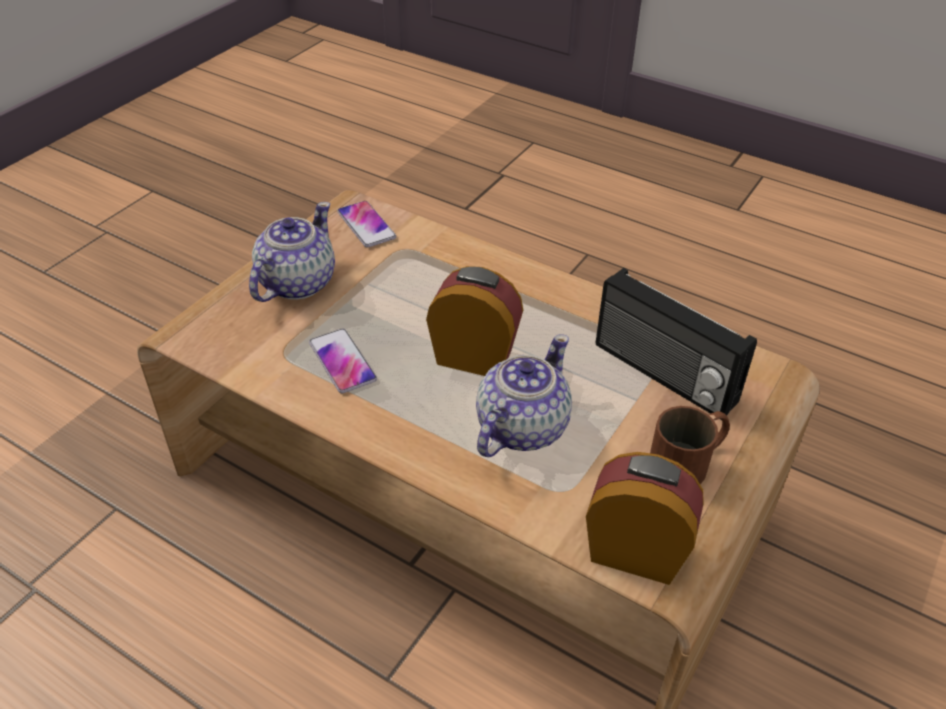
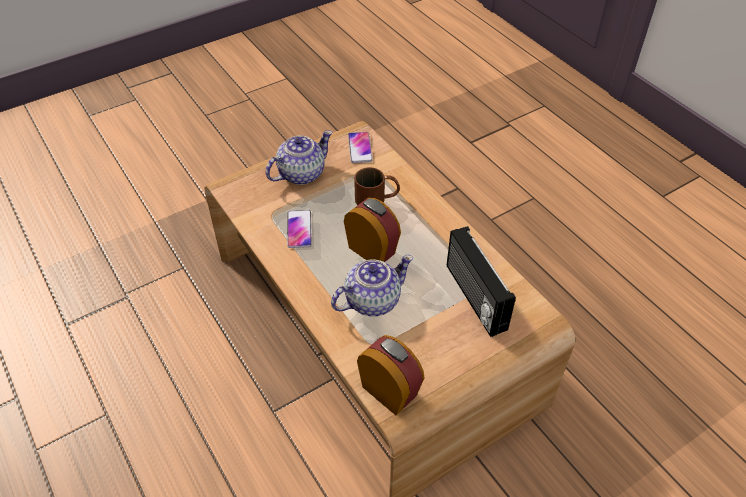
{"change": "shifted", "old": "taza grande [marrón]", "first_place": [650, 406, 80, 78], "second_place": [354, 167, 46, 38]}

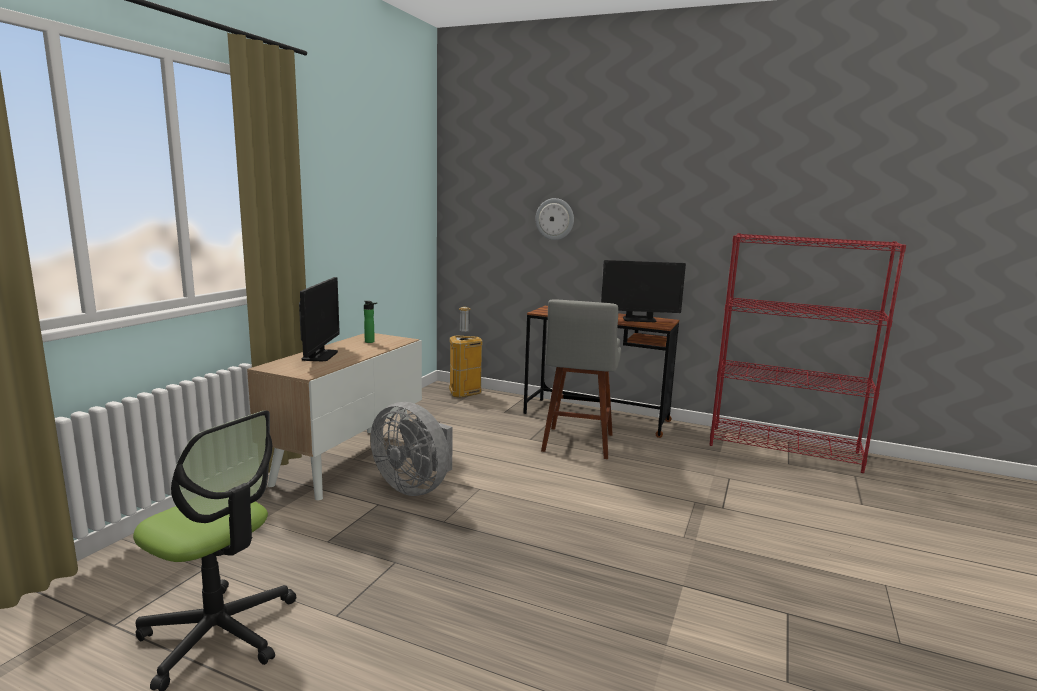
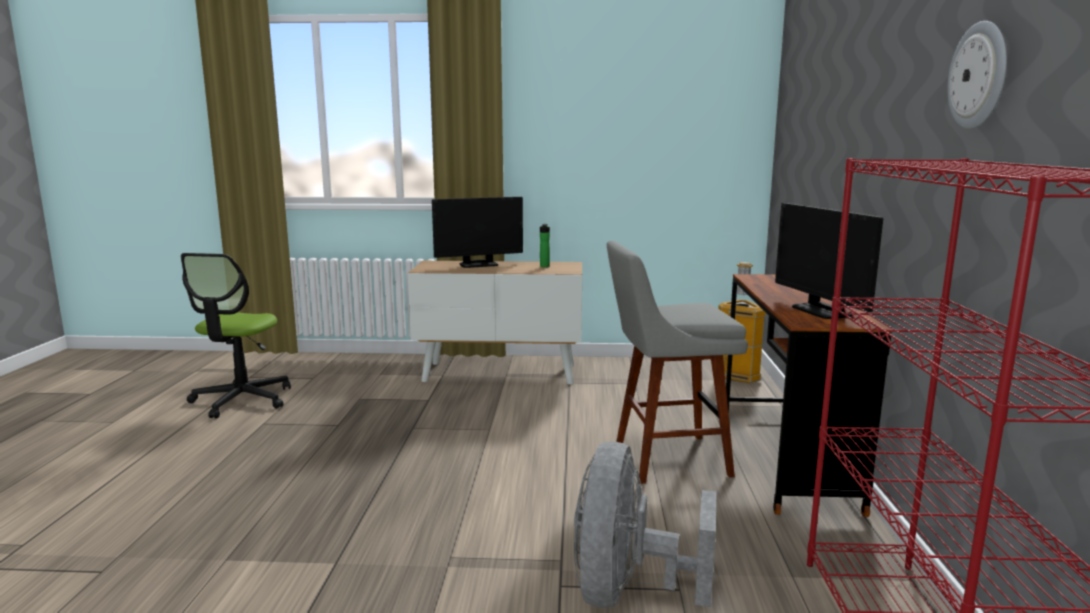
{"change": "shifted", "old": "ventilador [gris]", "first_place": [370, 402, 83, 94], "second_place": [574, 442, 143, 166]}
{"change": "shifted", "old": "reloj de pared", "first_place": [535, 198, 39, 42], "second_place": [948, 21, 59, 108]}

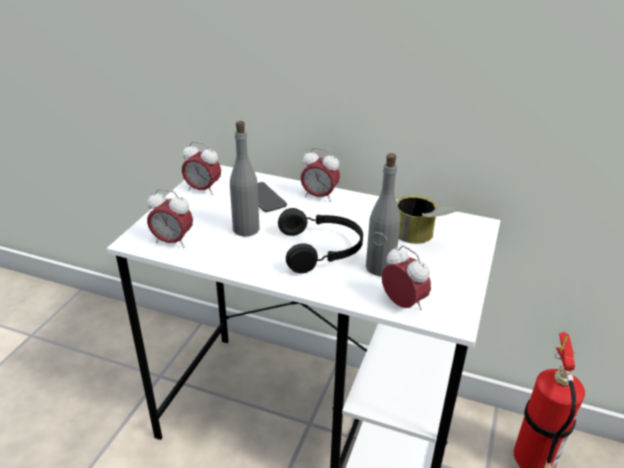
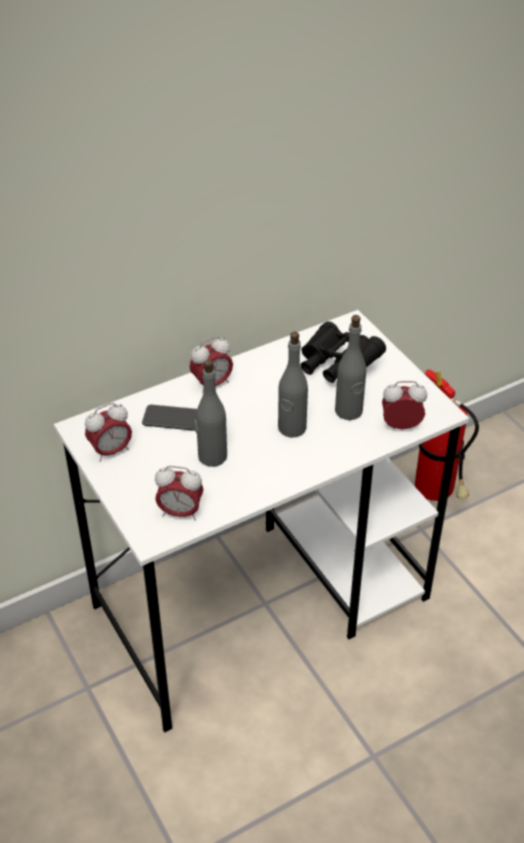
{"change": "rotated", "old": "despertador", "first_place": [147, 189, 46, 59], "second_place": [155, 466, 48, 54], "degrees": 45}
{"change": "swapped", "old": "auriculares [negro]", "new": "botella [gris]", "first_place": [278, 208, 85, 65], "second_place": [278, 332, 30, 106]}
{"change": "swapped", "old": "lata", "new": "prismáticos [negro]", "first_place": [397, 195, 63, 49], "second_place": [301, 321, 85, 62]}

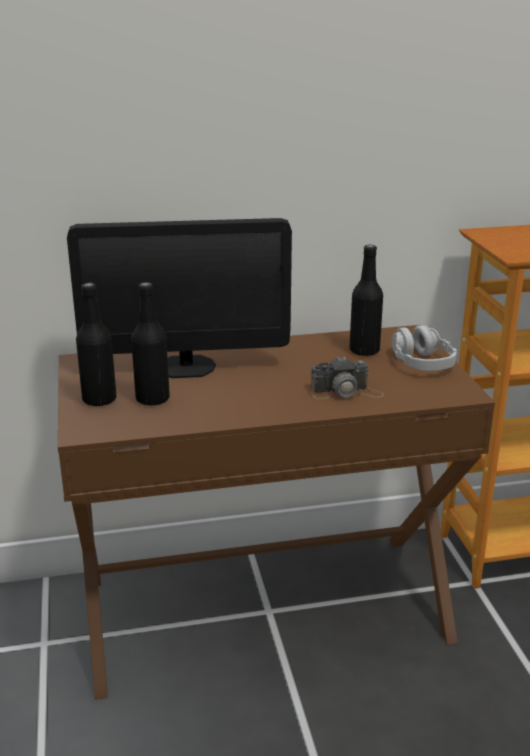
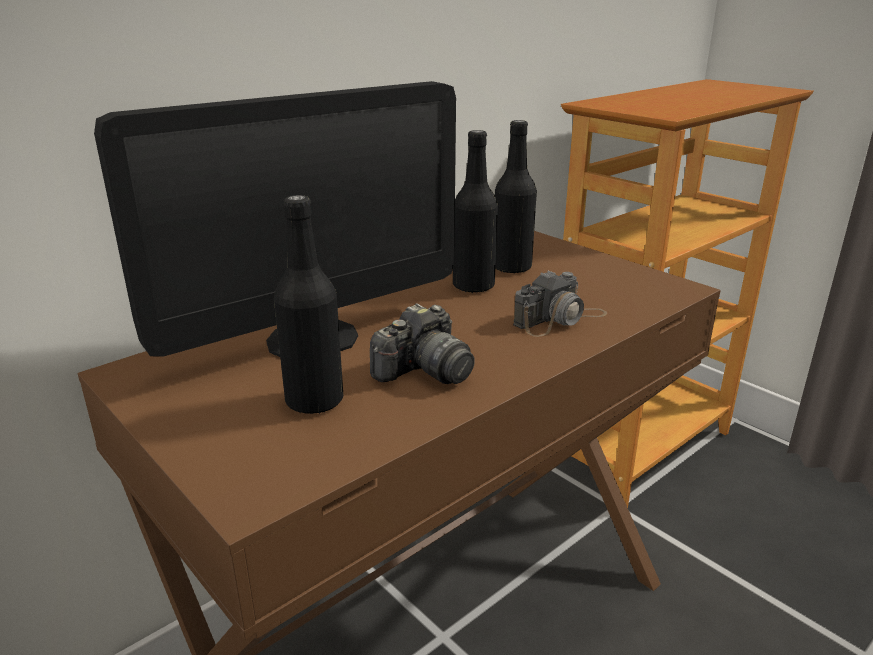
{"change": "shifted", "old": "botella [negro]", "first_place": [76, 283, 40, 124], "second_place": [453, 130, 45, 164]}
{"change": "gone", "old": "auriculares [gris]", "first_place": [392, 325, 65, 46]}
{"change": "new", "new": "cámara", "second_place": [370, 304, 105, 80]}

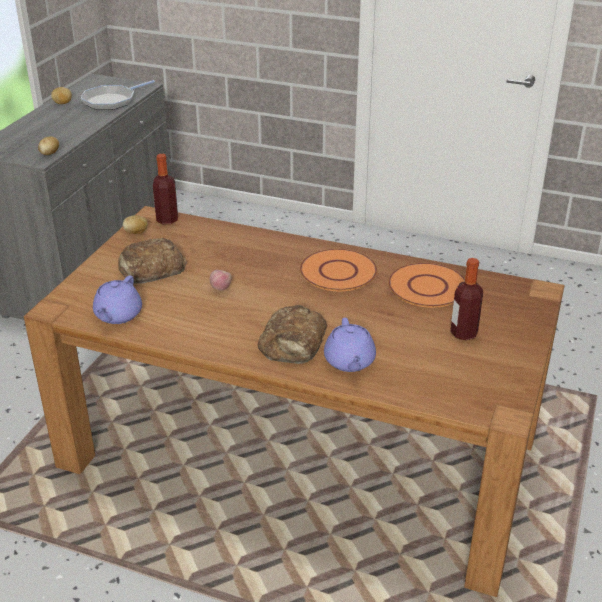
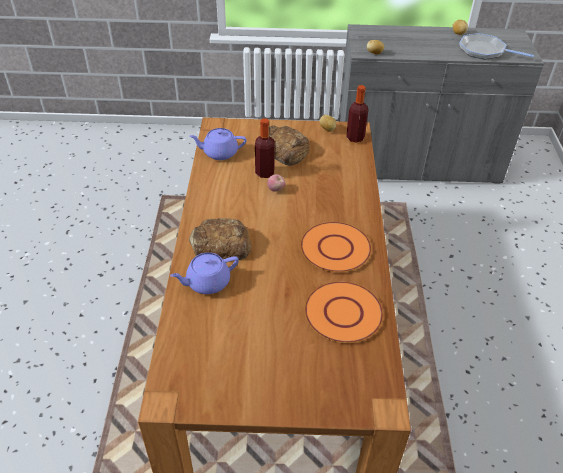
{"change": "shifted", "old": "botella", "first_place": [450, 258, 33, 82], "second_place": [255, 118, 20, 60]}

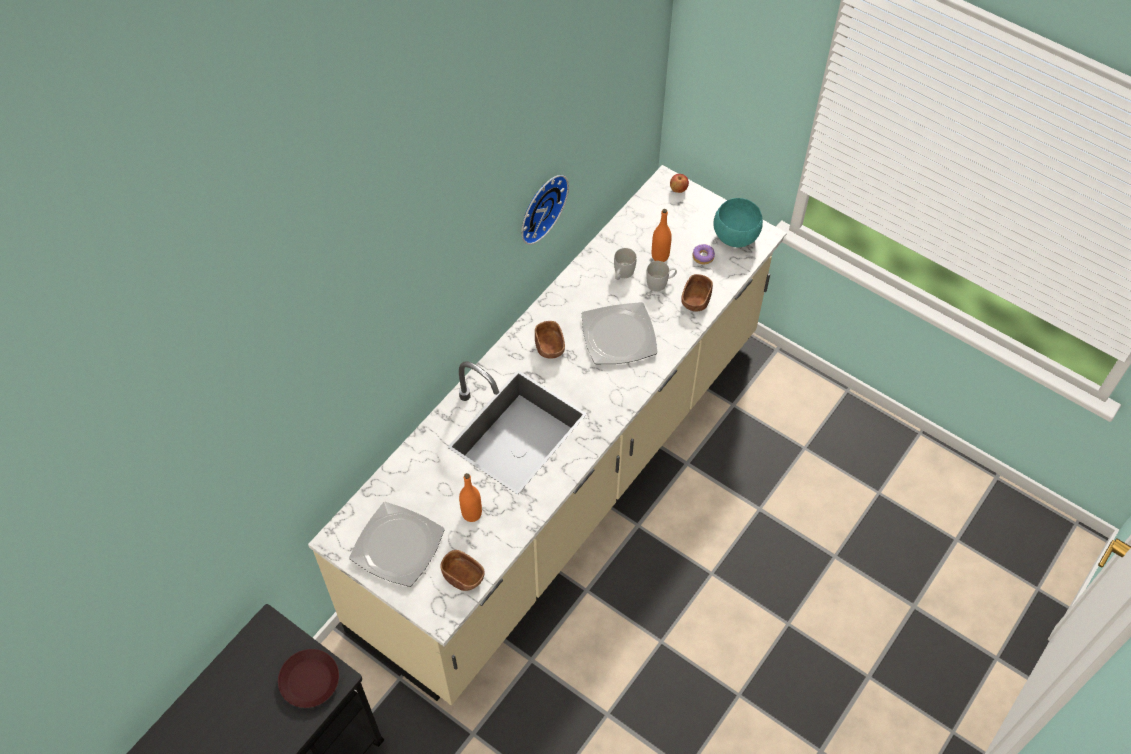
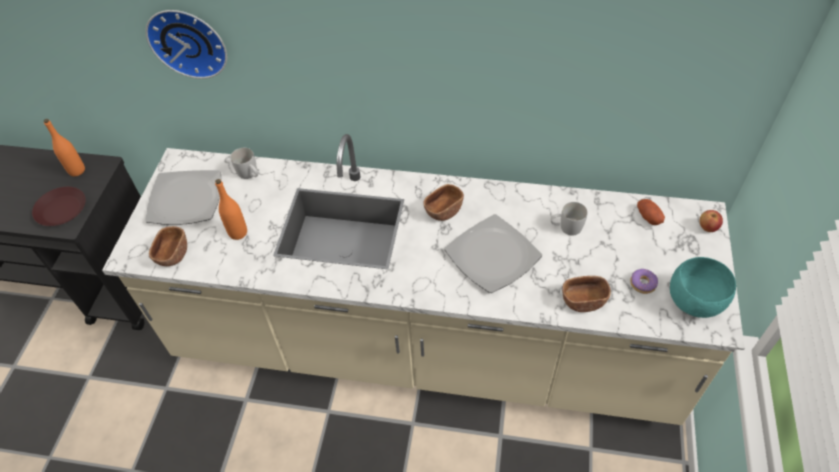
{"change": "shifted", "old": "reloj de pared", "first_place": [521, 175, 48, 70], "second_place": [146, 10, 81, 69]}
{"change": "shifted", "old": "taza grande [blanco]", "first_place": [646, 261, 31, 30], "second_place": [230, 148, 28, 31]}
{"change": "shifted", "old": "botella [naranja]", "first_place": [652, 209, 20, 53], "second_place": [44, 119, 41, 57]}
{"change": "new", "new": "patata", "second_place": [637, 199, 28, 26]}

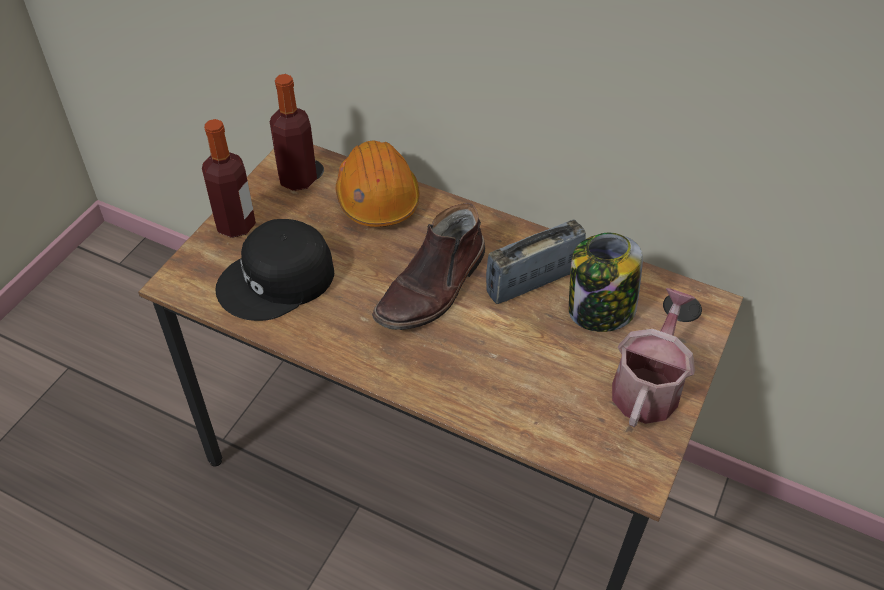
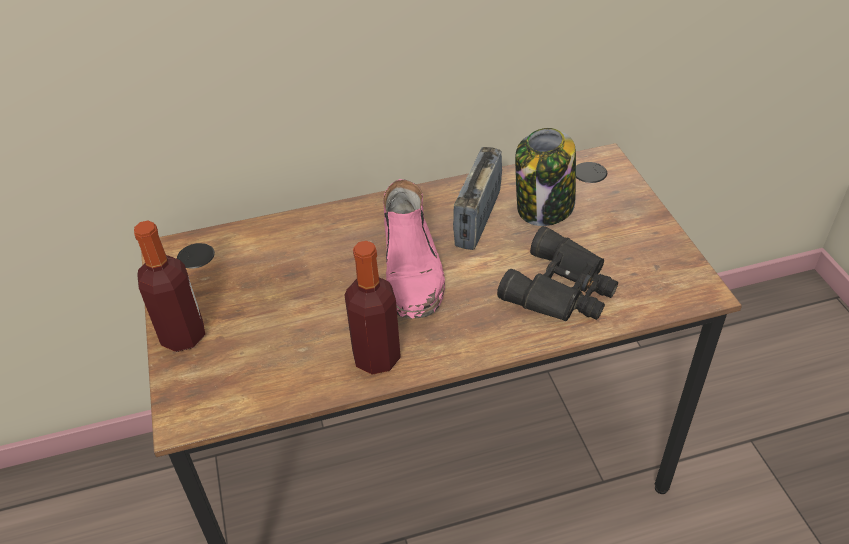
{"change": "gone", "old": "gorra [negro]", "first_place": [215, 219, 119, 102]}
{"change": "shifted", "old": "botella", "first_place": [270, 74, 47, 117], "second_place": [344, 241, 57, 134]}
{"change": "gone", "old": "casco [naranja]", "first_place": [336, 140, 84, 87]}
{"change": "repainted", "old": "bota [marrón]", "new": "bota [rosa]", "first_place": [372, 203, 113, 127], "second_place": [383, 179, 62, 140]}
{"change": "gone", "old": "regadera", "first_place": [612, 288, 84, 139]}
{"change": "new", "new": "prismáticos [negro]", "second_place": [497, 226, 121, 95]}

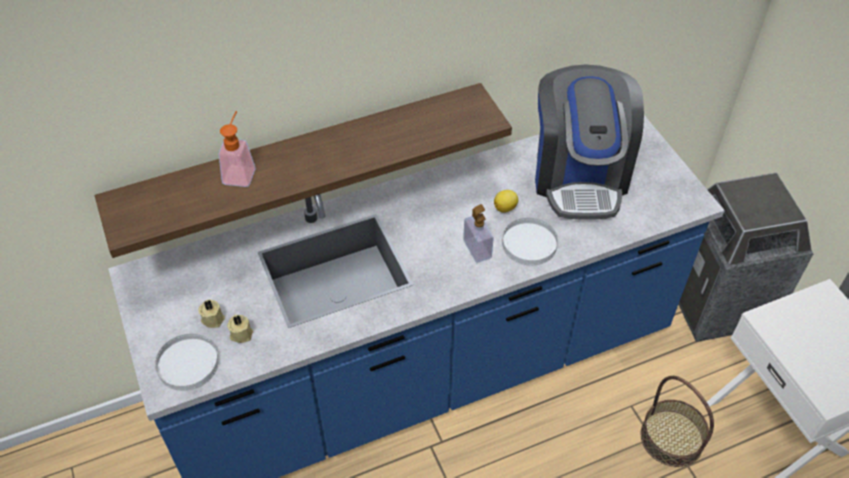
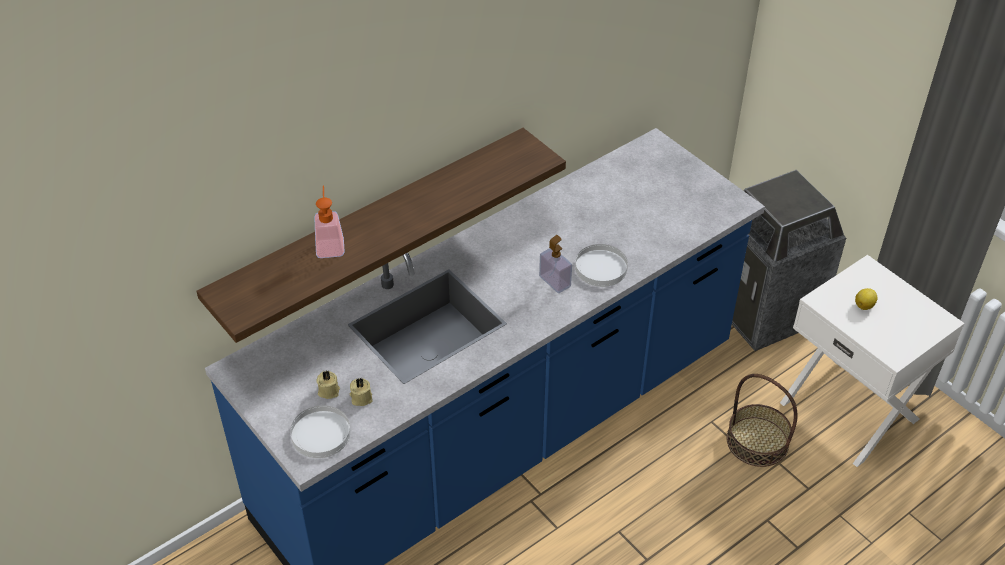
{"change": "shifted", "old": "limón", "first_place": [494, 190, 24, 23], "second_place": [855, 288, 23, 22]}
{"change": "gone", "old": "cafetera", "first_place": [535, 64, 109, 156]}

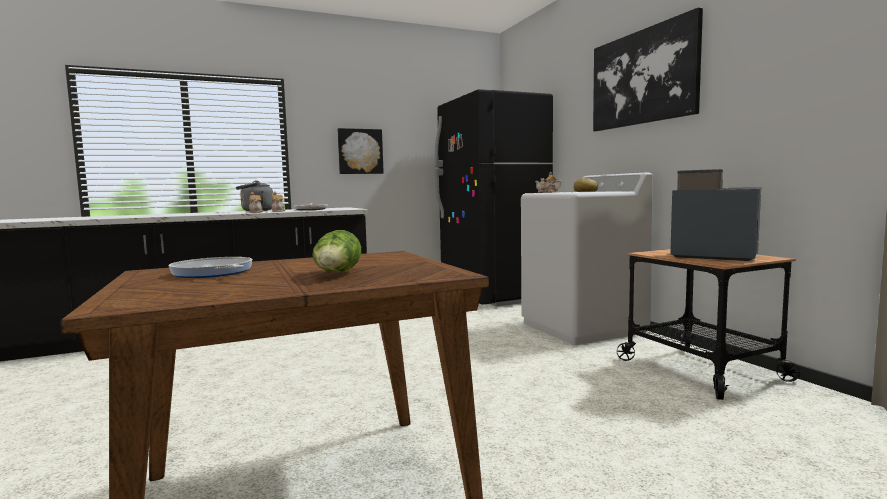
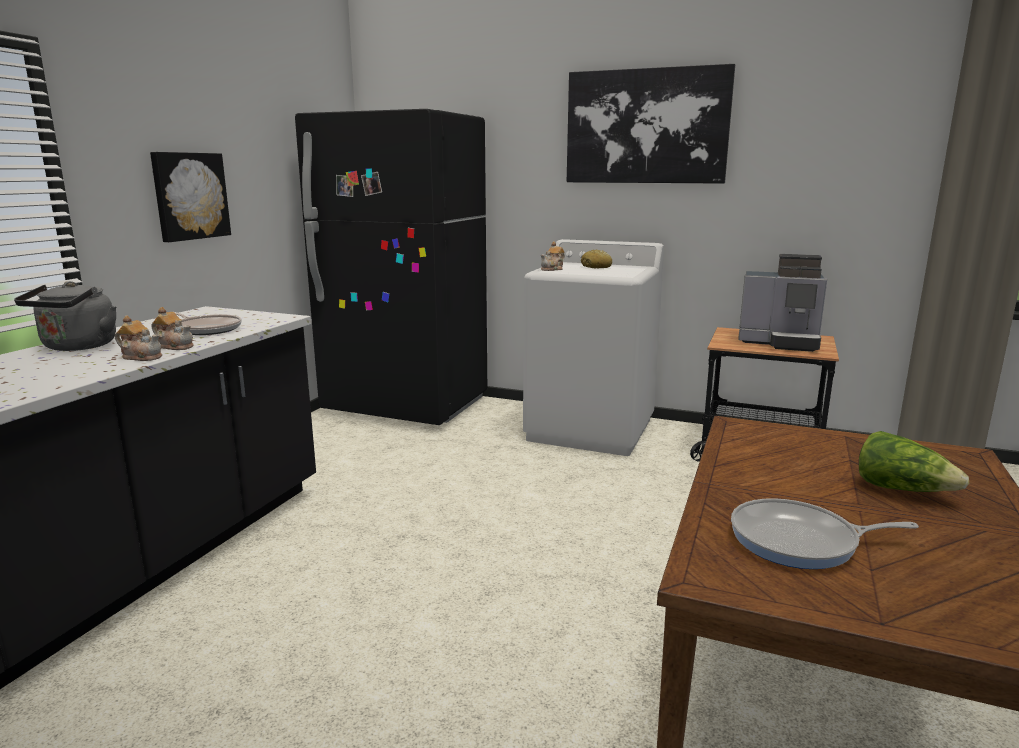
{"change": "rotated", "old": "cafetera", "first_place": [670, 169, 91, 92], "second_place": [738, 254, 89, 98], "degrees": -150}

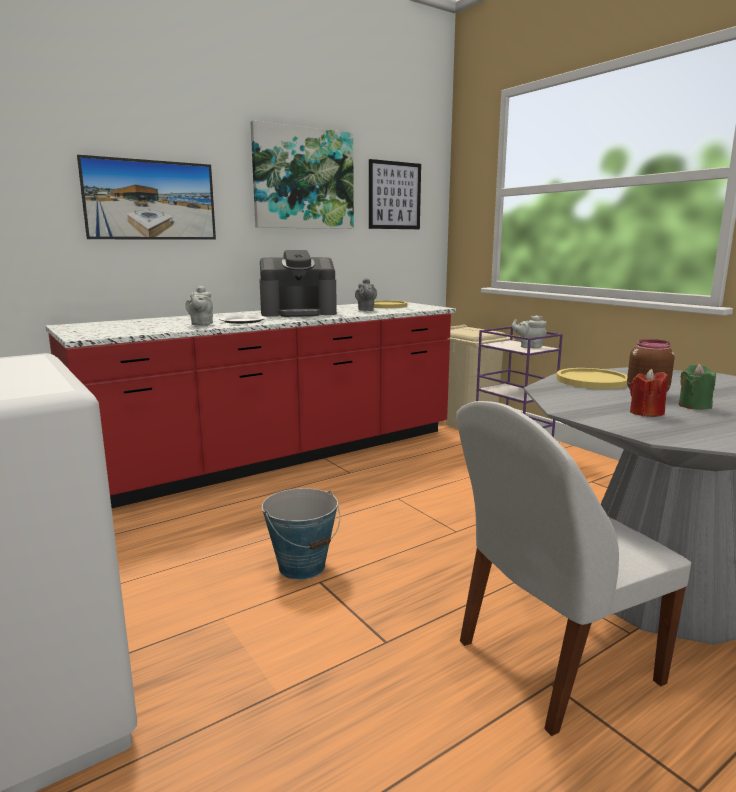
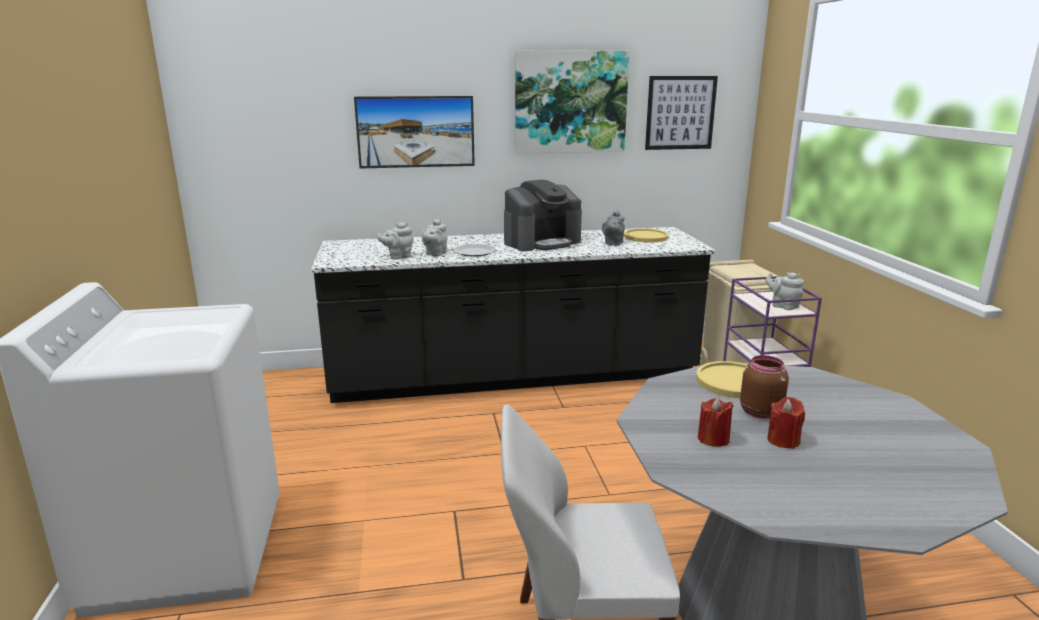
{"change": "repainted", "old": "mueble bajo de cocina [rojo]", "new": "mueble bajo de cocina [negro]", "first_place": [45, 302, 411, 206], "second_place": [311, 227, 404, 176]}
{"change": "rotated", "old": "cafetera", "first_place": [259, 250, 78, 67], "second_place": [504, 180, 78, 71], "degrees": -45}
{"change": "gone", "old": "cubo", "first_place": [262, 488, 78, 92]}
{"change": "repainted", "old": "vela [verde]", "new": "vela [rojo]", "first_place": [679, 364, 37, 46], "second_place": [767, 397, 38, 52]}
{"change": "new", "new": "tetera [gris]", "second_place": [377, 222, 36, 38]}

